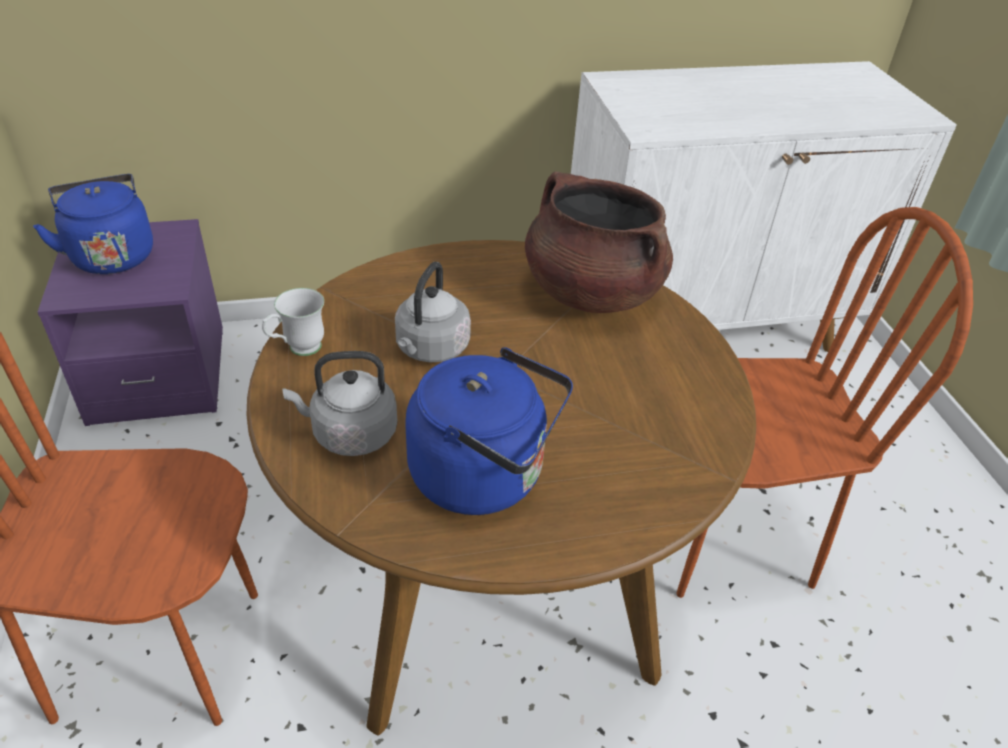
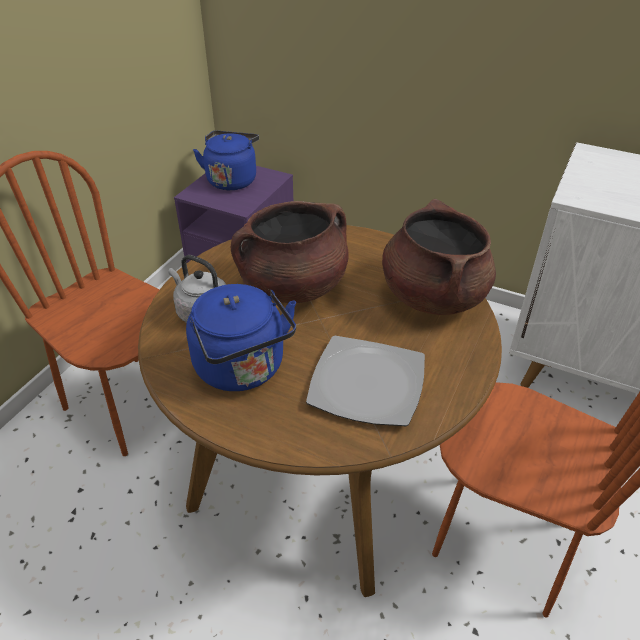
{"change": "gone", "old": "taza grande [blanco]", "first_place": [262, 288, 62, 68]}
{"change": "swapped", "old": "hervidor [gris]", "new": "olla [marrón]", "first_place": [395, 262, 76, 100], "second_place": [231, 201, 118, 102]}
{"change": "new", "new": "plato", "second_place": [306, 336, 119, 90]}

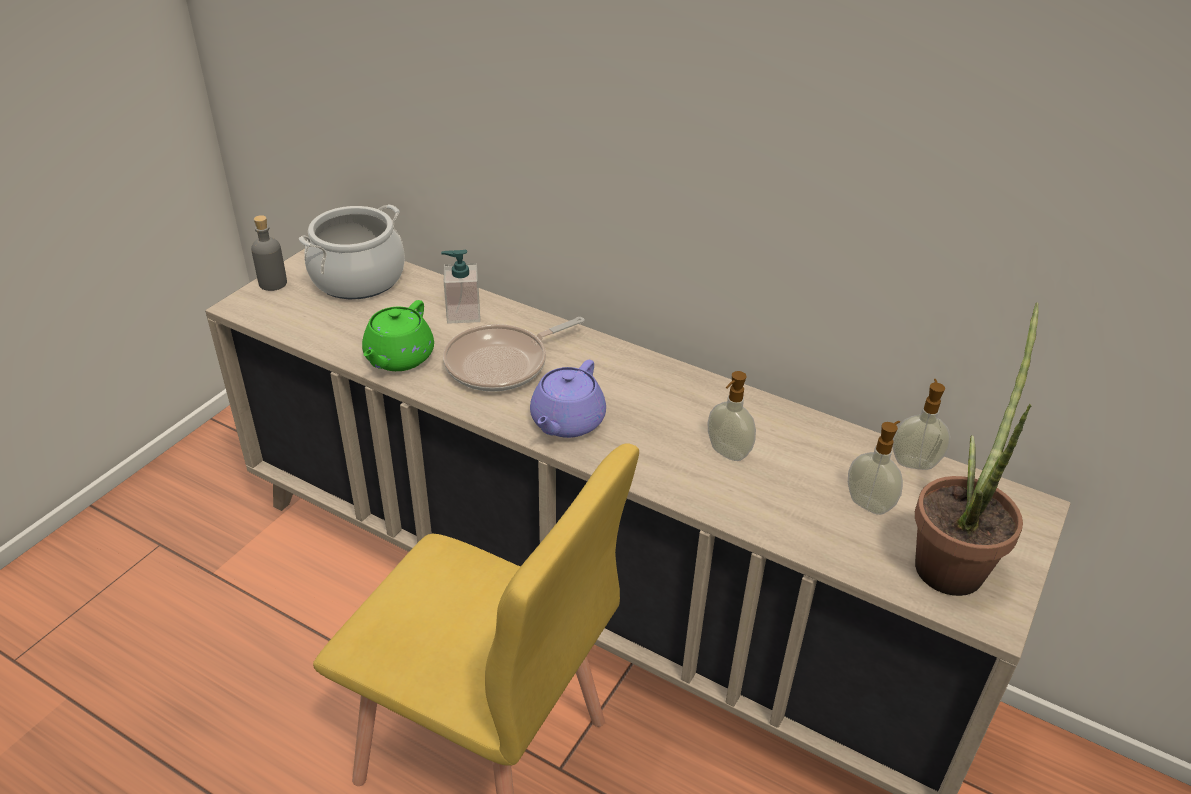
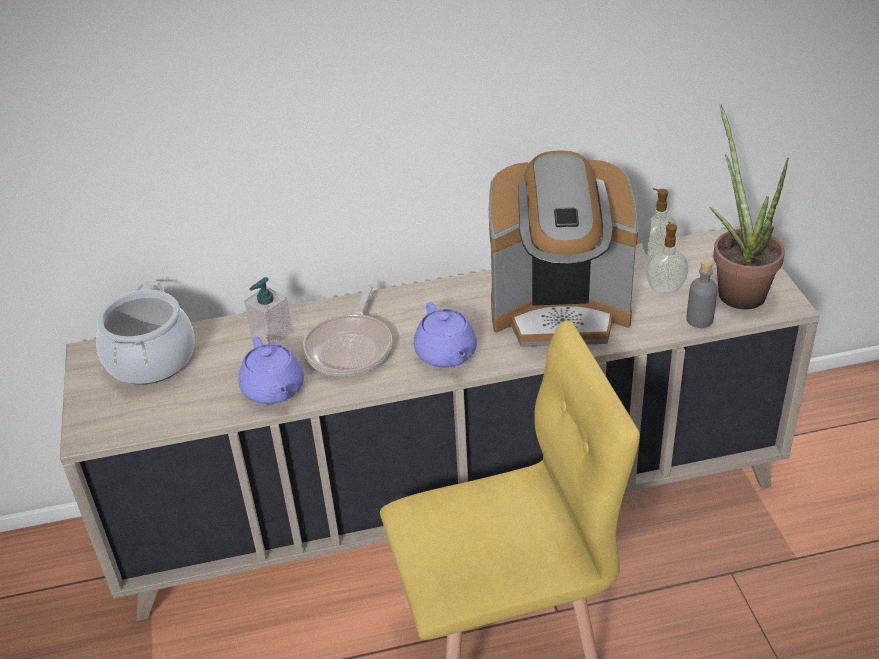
{"change": "shifted", "old": "botella [gris]", "first_place": [251, 215, 36, 76], "second_place": [686, 259, 32, 69]}
{"change": "repainted", "old": "tetera [verde]", "new": "tetera [morado]", "first_place": [362, 300, 72, 71], "second_place": [239, 337, 65, 67]}
{"change": "swapped", "old": "dispensador de jabón", "new": "cafetera", "first_place": [708, 371, 48, 90], "second_place": [489, 150, 149, 197]}

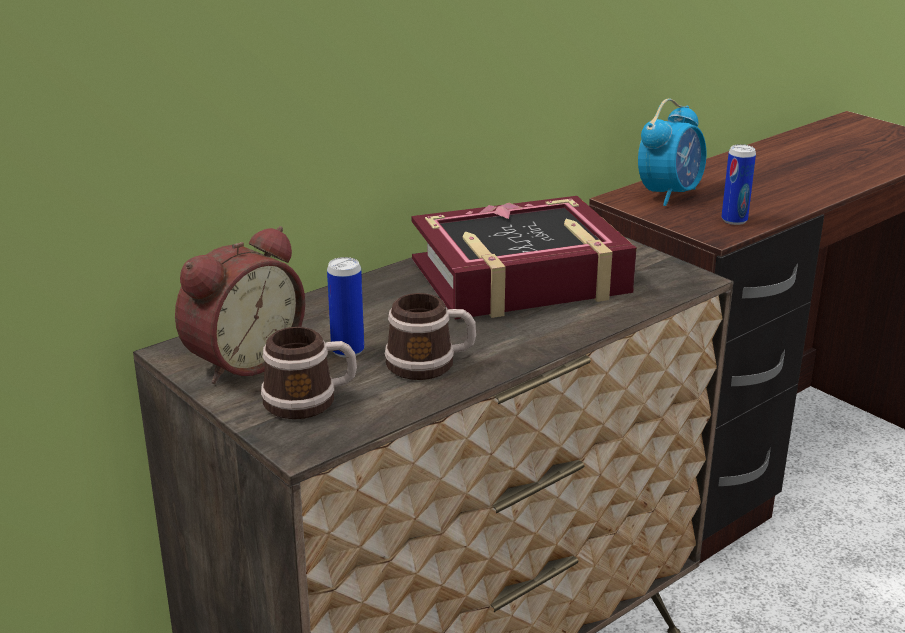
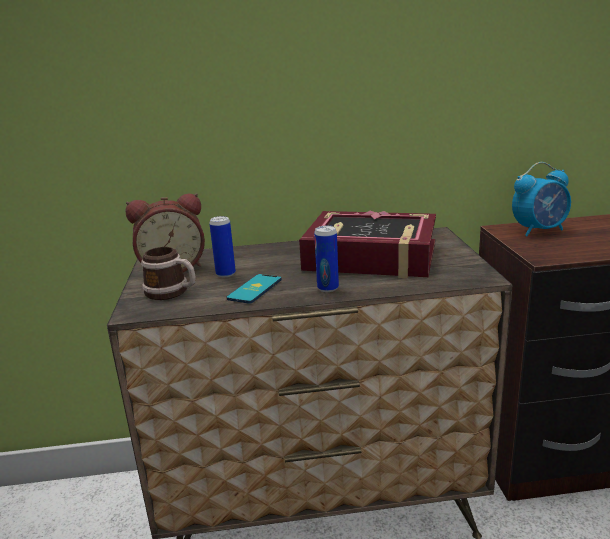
{"change": "swapped", "old": "taza grande", "new": "móvil", "first_place": [384, 293, 92, 87], "second_place": [226, 274, 56, 30]}
{"change": "shifted", "old": "lata", "first_place": [721, 144, 35, 81], "second_place": [314, 225, 25, 67]}

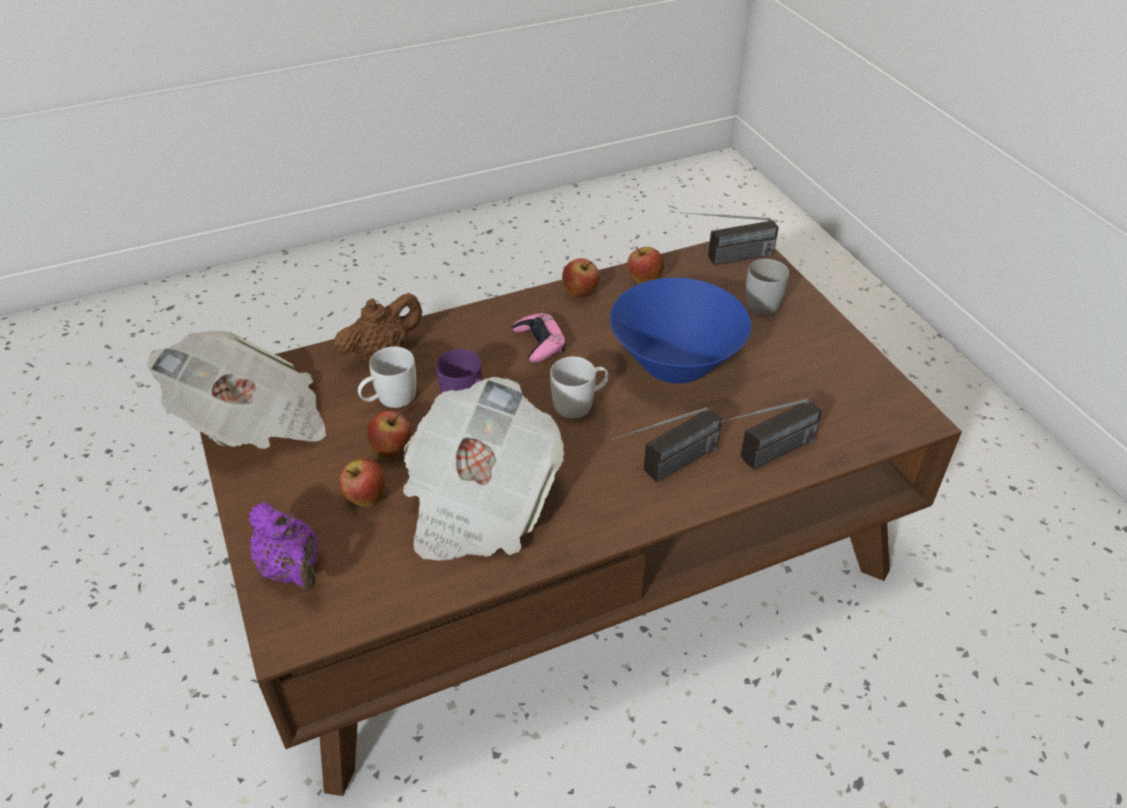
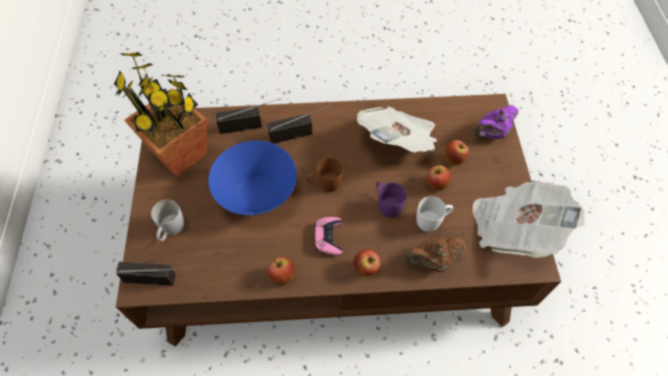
{"change": "rotated", "old": "tetera [morado]", "first_place": [248, 502, 70, 88], "second_place": [473, 105, 46, 35], "degrees": -105}
{"change": "repainted", "old": "taza grande [blanco]", "new": "taza grande [marrón]", "first_place": [550, 357, 58, 61], "second_place": [306, 158, 37, 34]}
{"change": "shifted", "old": "manzana", "first_place": [627, 246, 37, 38], "second_place": [354, 249, 27, 27]}
{"change": "new", "new": "planta en maceta", "second_place": [114, 52, 93, 124]}

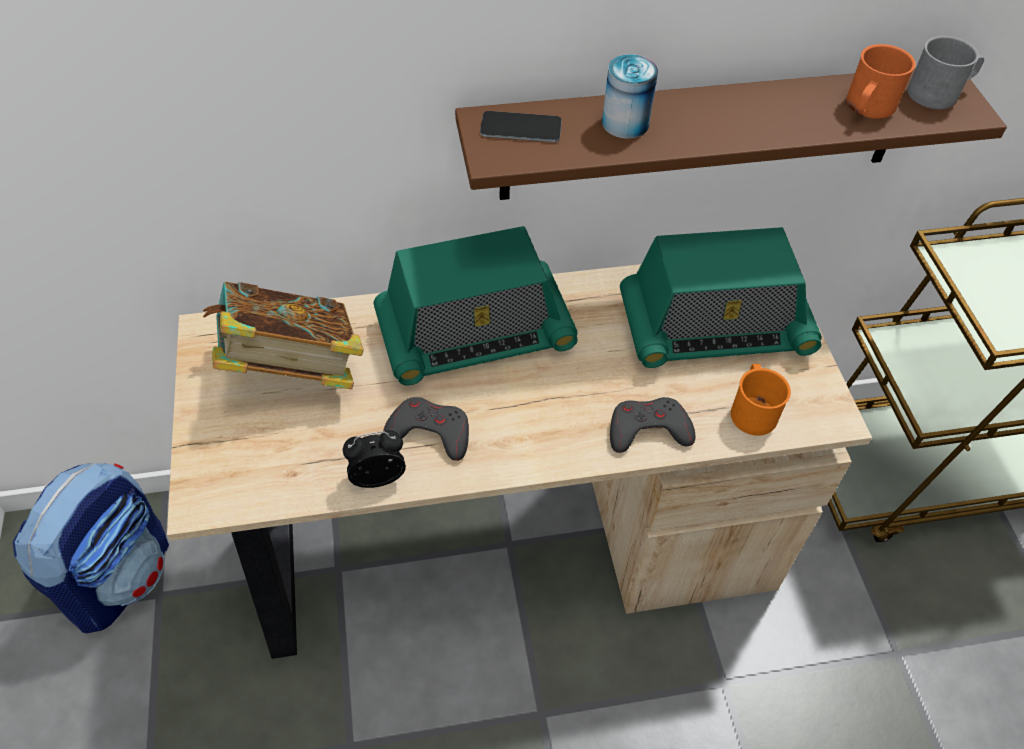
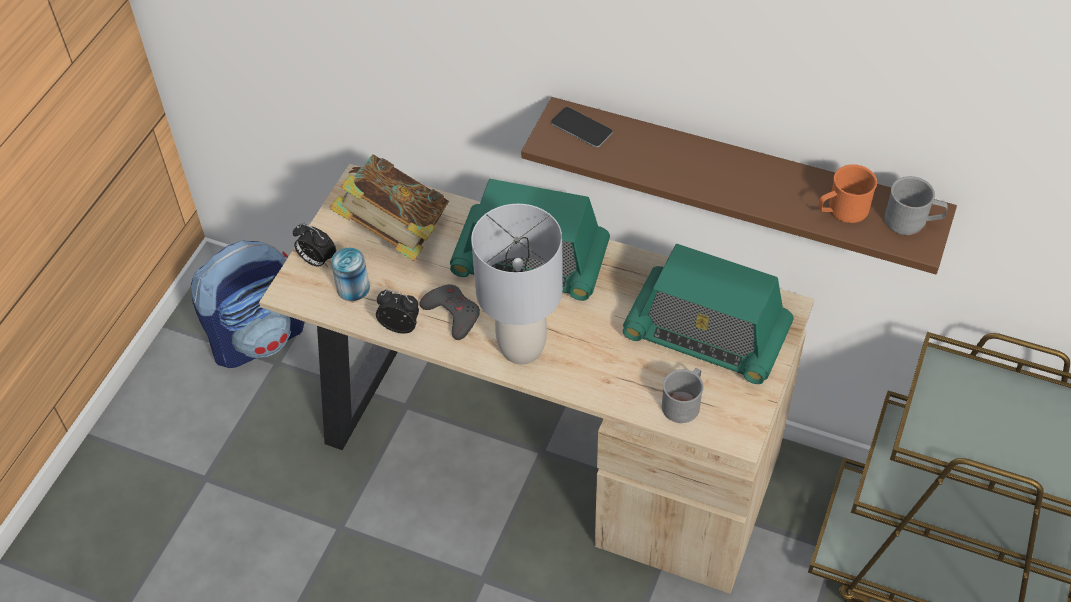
{"change": "shifted", "old": "lata", "first_place": [602, 54, 56, 85], "second_place": [331, 248, 39, 53]}
{"change": "gone", "old": "mando de consola [gris]", "first_place": [610, 397, 85, 56]}
{"change": "repainted", "old": "taza grande [naranja]", "new": "taza grande [gris]", "first_place": [731, 364, 60, 72], "second_place": [662, 368, 41, 55]}
{"change": "new", "new": "despertador", "second_place": [293, 224, 43, 43]}
{"change": "new", "new": "lámpara de mesa [gris]", "second_place": [471, 204, 92, 160]}

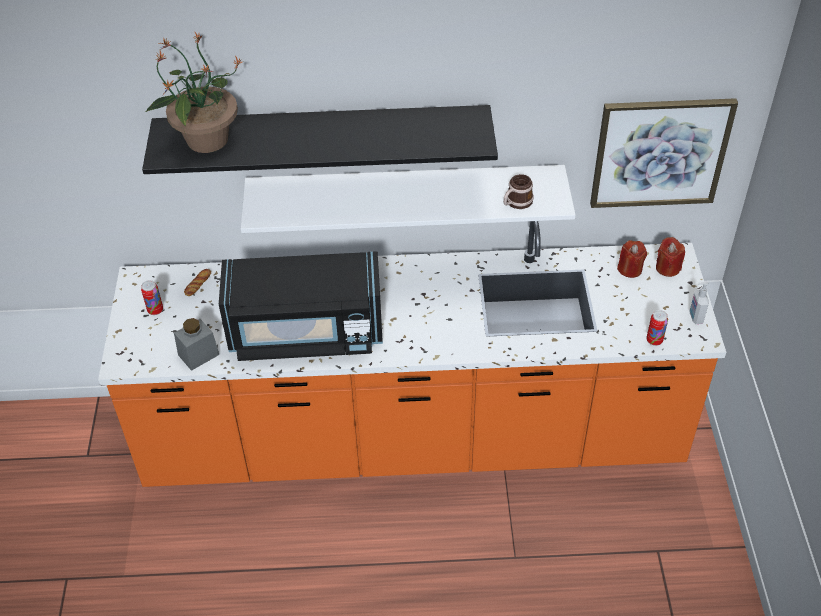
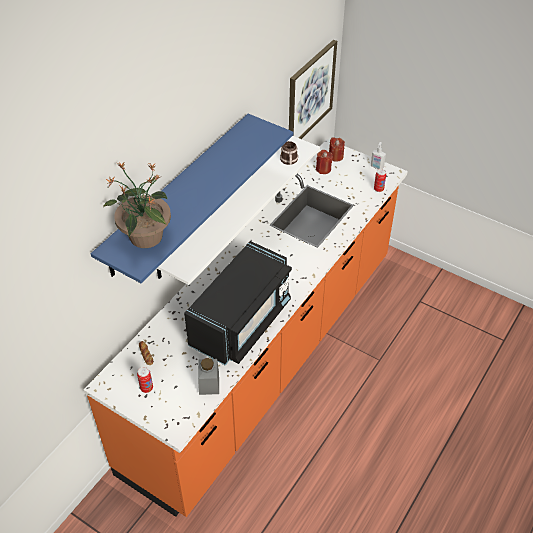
{"change": "repainted", "old": "estante [negro]", "new": "estante [azul]", "first_place": [142, 105, 356, 69], "second_place": [91, 114, 202, 169]}

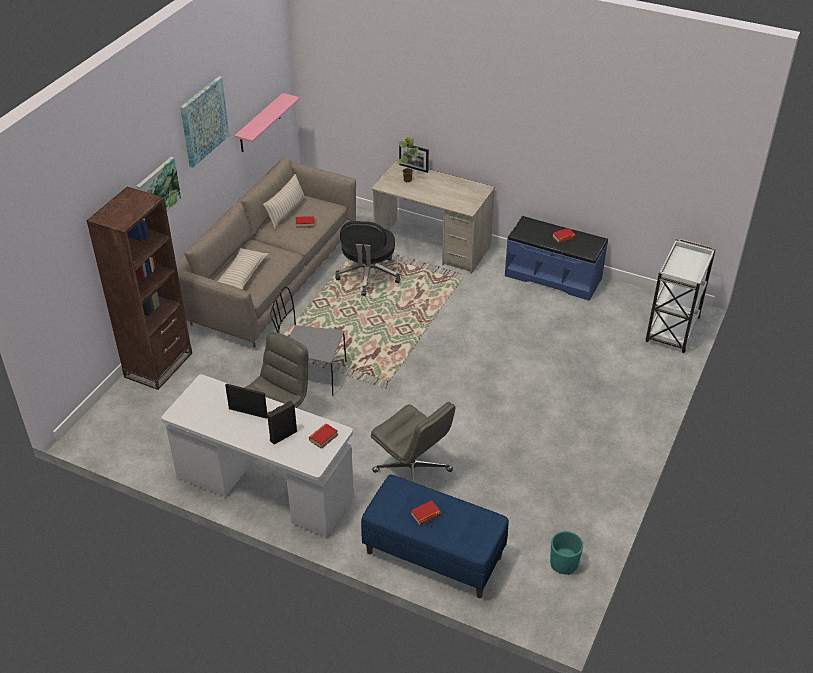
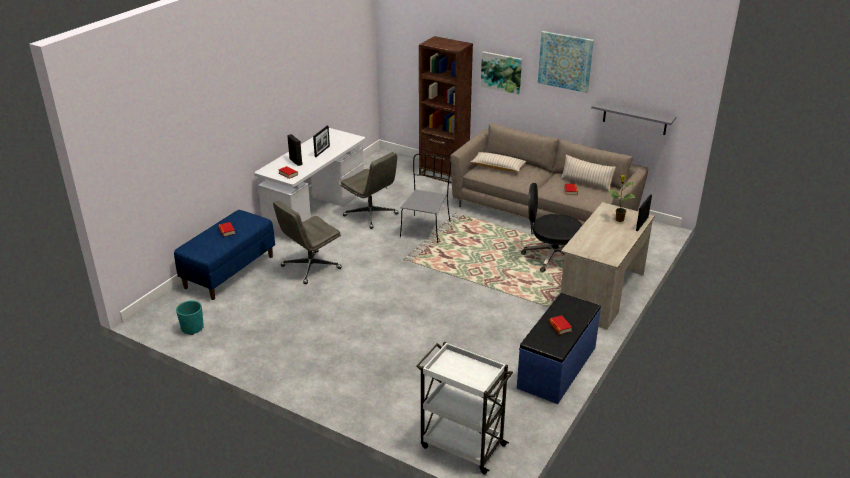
{"change": "repainted", "old": "estante [rosa]", "new": "estante [gris]", "first_place": [234, 93, 66, 60], "second_place": [591, 100, 85, 35]}

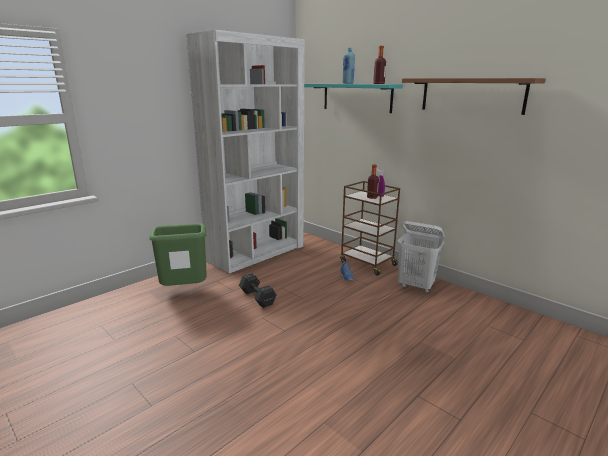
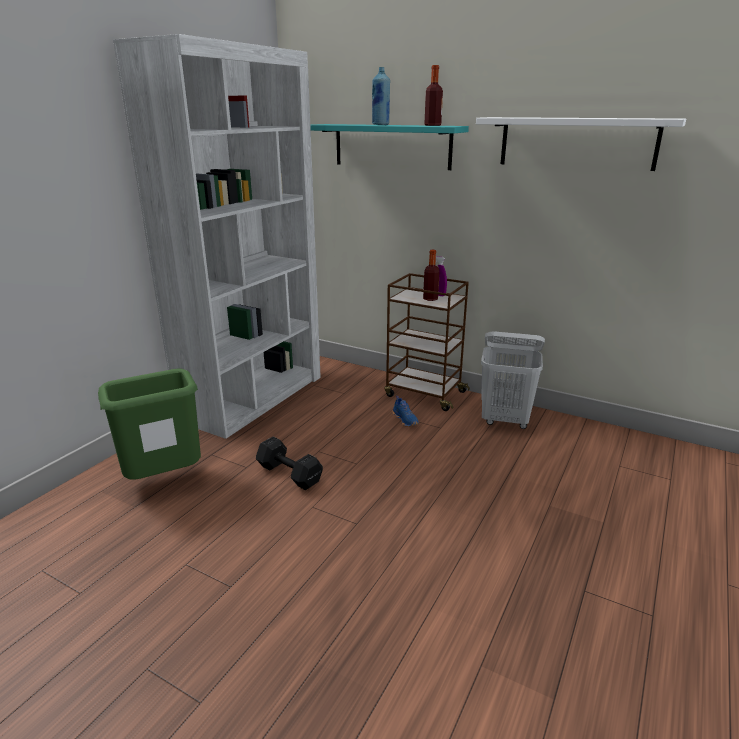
{"change": "repainted", "old": "estante [marrón]", "new": "estante [blanco]", "first_place": [402, 78, 144, 37], "second_place": [476, 117, 210, 54]}

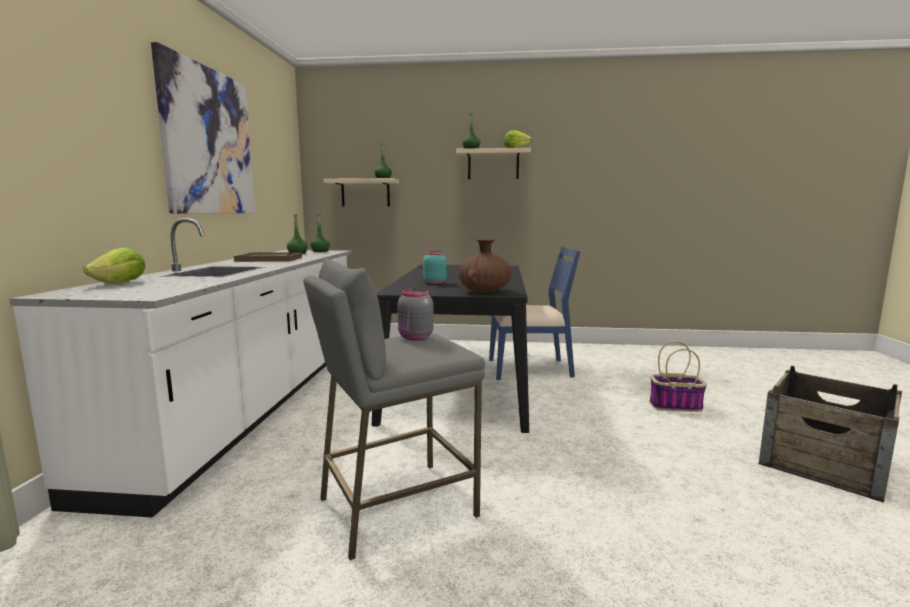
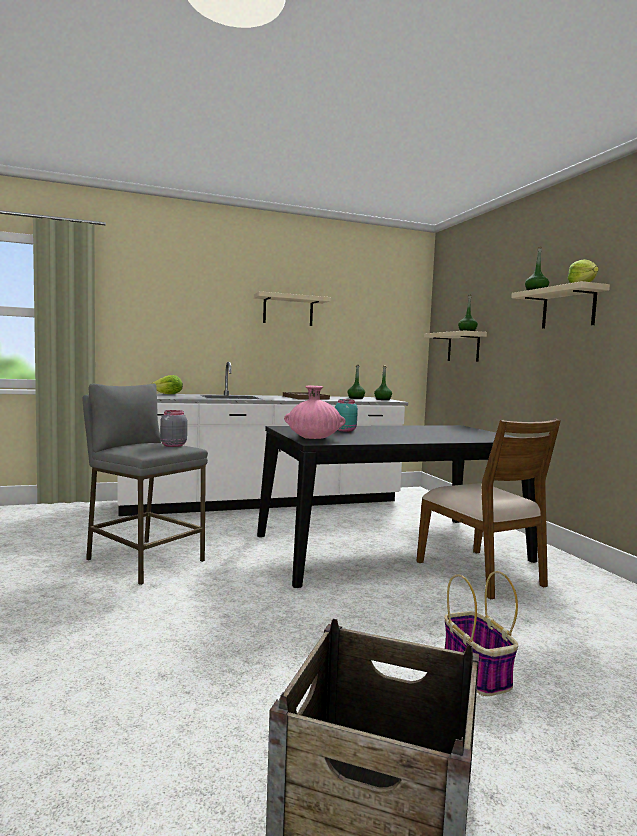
{"change": "swapped", "old": "cuadro", "new": "estante [beis]", "first_place": [151, 42, 104, 172], "second_place": [254, 291, 77, 35]}
{"change": "repainted", "old": "florero [marrón]", "new": "florero [rosa]", "first_place": [458, 238, 53, 55], "second_place": [284, 386, 62, 53]}
{"change": "repainted", "old": "silla [azul]", "new": "silla [marrón]", "first_place": [489, 246, 91, 134], "second_place": [416, 419, 145, 180]}

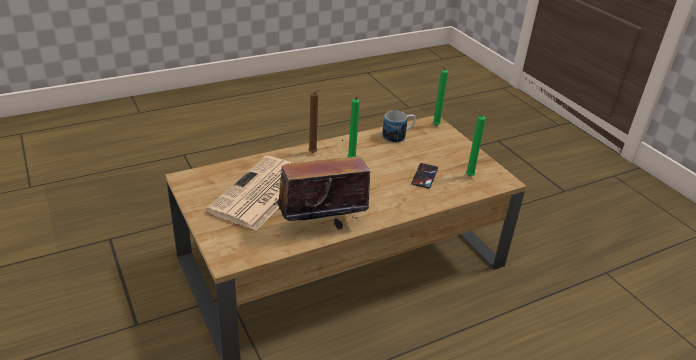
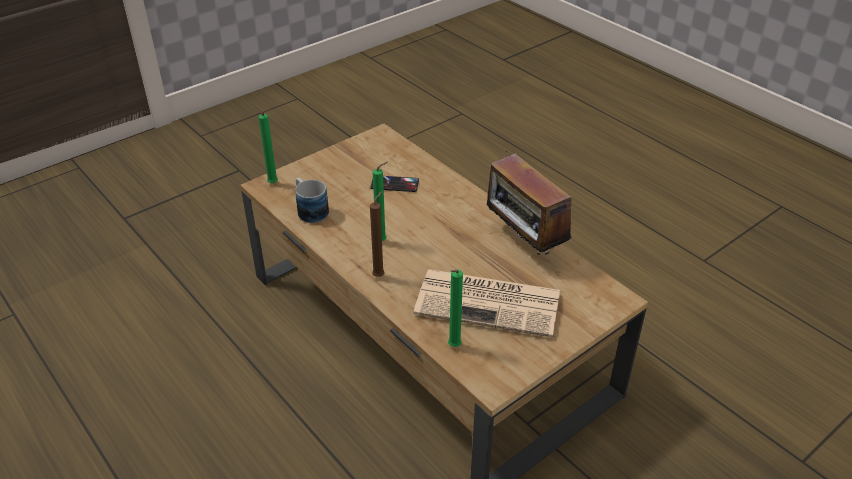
{"change": "shifted", "old": "vela [verde]", "first_place": [466, 107, 20, 69], "second_place": [448, 270, 15, 77]}

